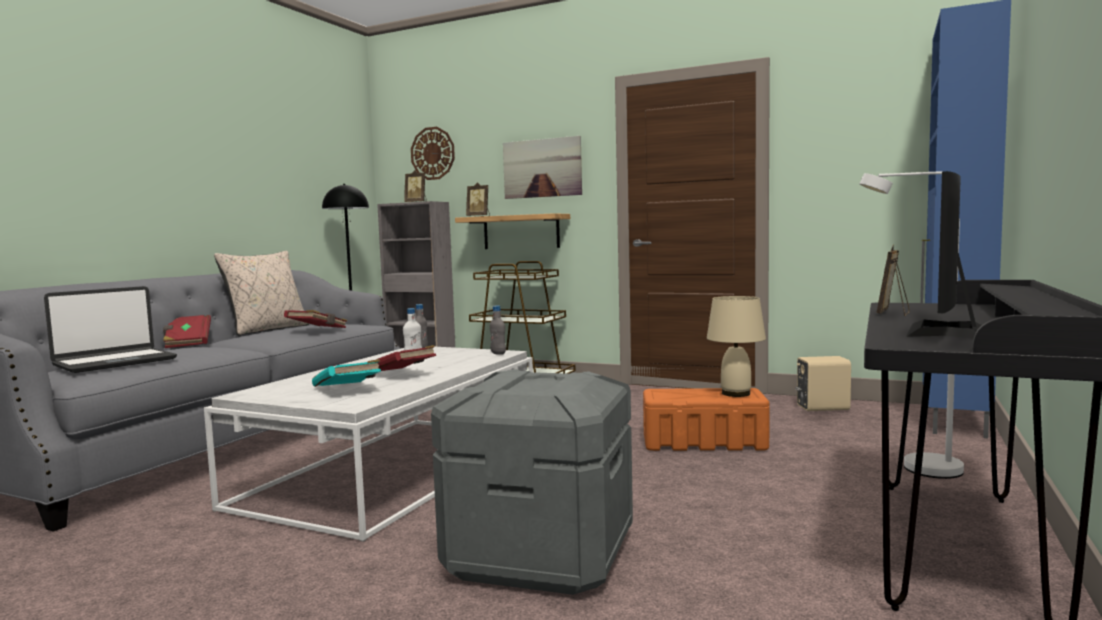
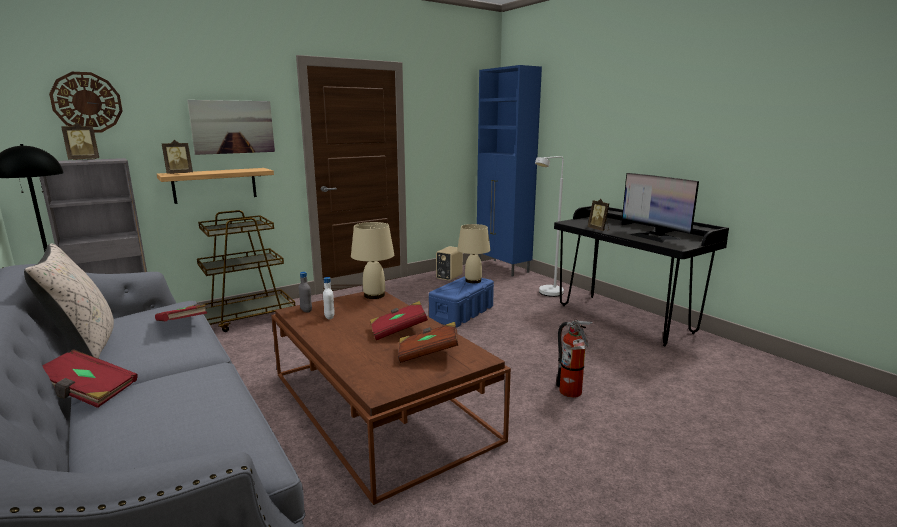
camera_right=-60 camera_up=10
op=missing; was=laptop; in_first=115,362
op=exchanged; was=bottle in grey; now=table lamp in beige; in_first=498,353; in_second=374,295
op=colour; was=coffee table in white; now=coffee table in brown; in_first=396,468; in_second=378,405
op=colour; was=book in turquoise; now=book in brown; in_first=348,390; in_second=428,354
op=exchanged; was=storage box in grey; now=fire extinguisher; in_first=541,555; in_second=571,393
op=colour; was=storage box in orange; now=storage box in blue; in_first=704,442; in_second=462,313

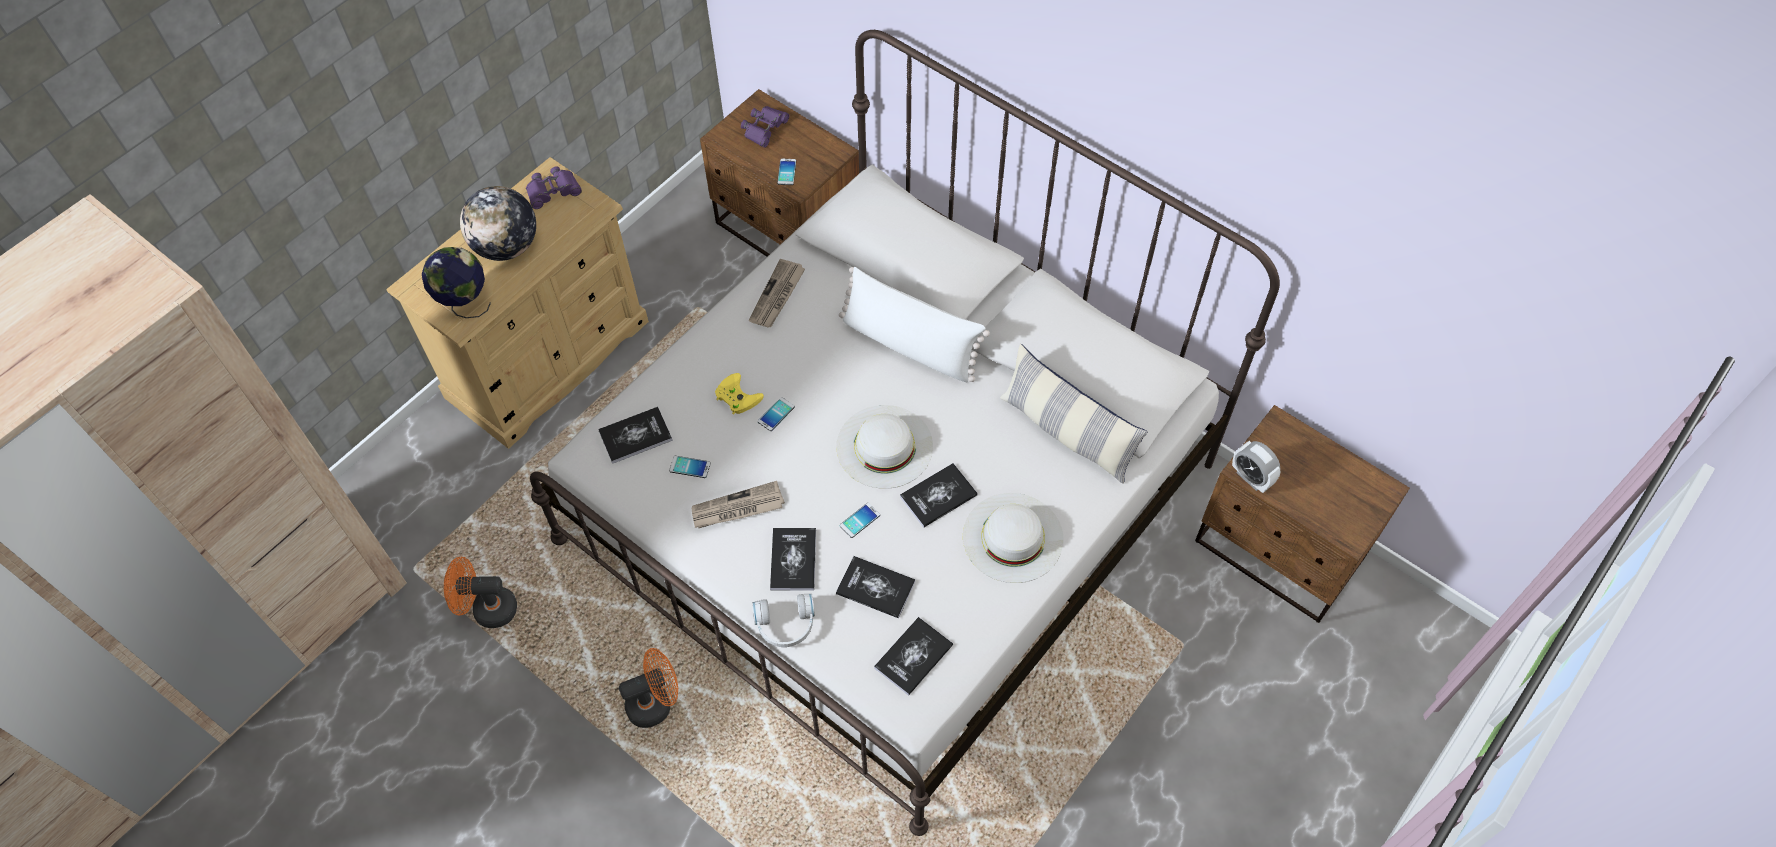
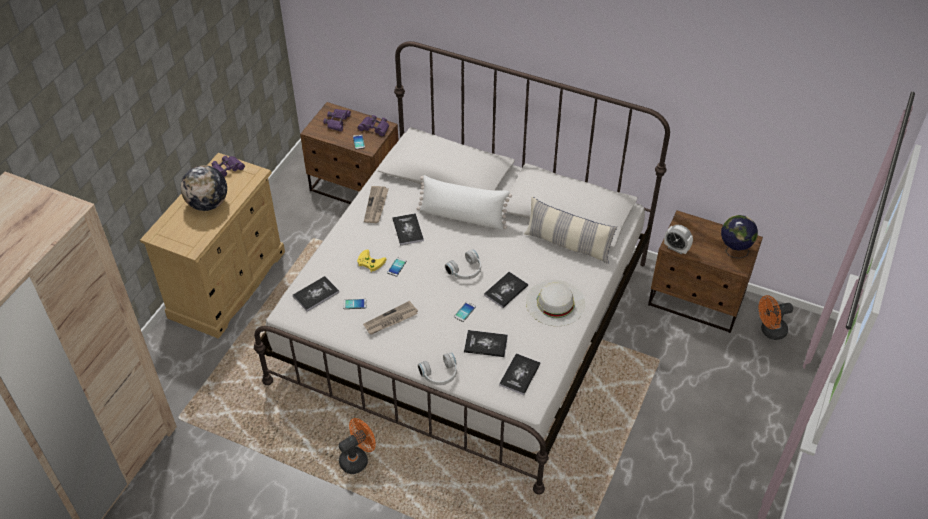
camera_right=-15 camera_up=-10
op=relocated; was=globe; in_first=465,304; in_second=734,251
op=exchanged; was=hat in white; now=headphones in white; in_first=884,446; in_second=466,271
op=relocated; was=book; in_first=793,560; in_second=408,230
op=relocated; was=fan in orange; in_first=487,609; in_second=769,331
op=appeared; now=binoculars in purple; in_second=374,128

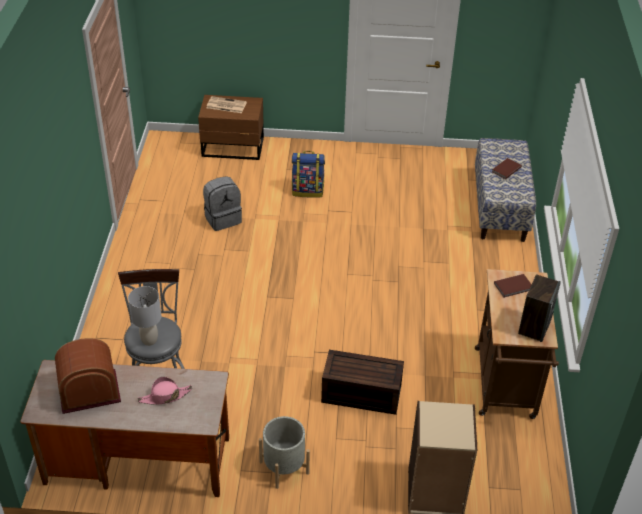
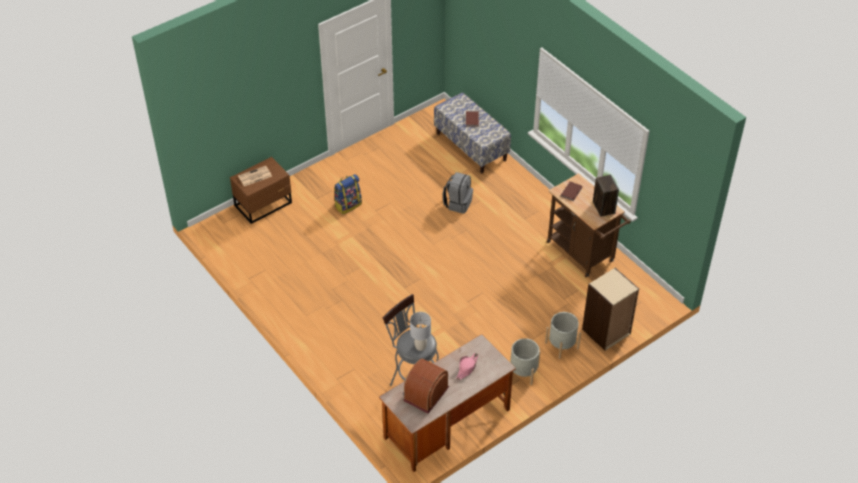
camera_right=-40 camera_up=5
op=relocated; was=backpack in grey; in_first=222,218; in_second=458,203
op=missing; was=storage box in brown; in_first=360,394
op=appeared; now=planter in grey; in_second=561,345

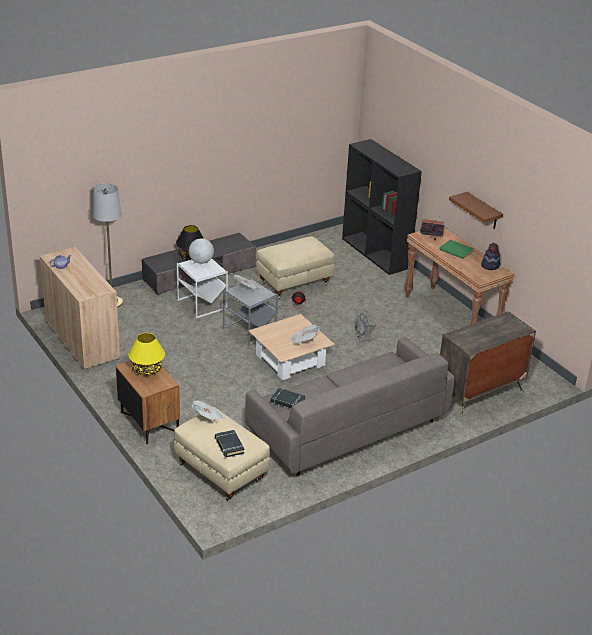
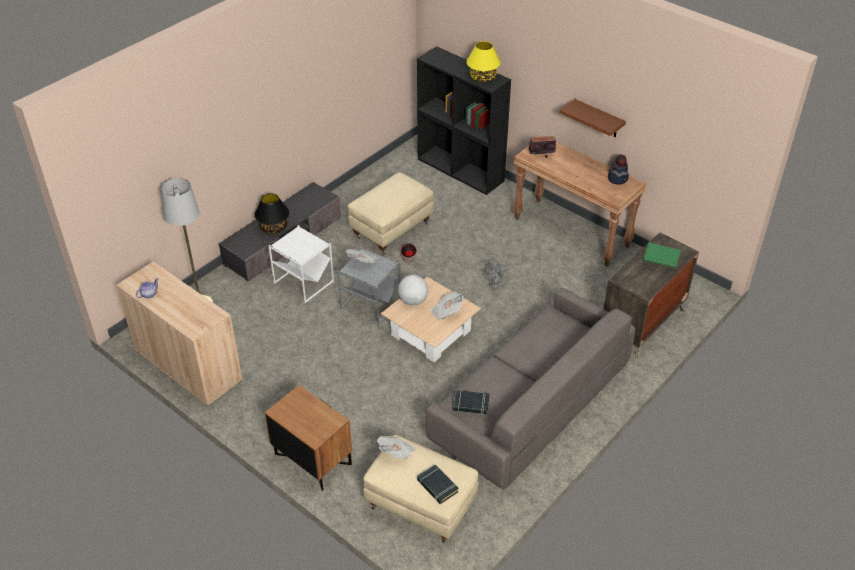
camera_right=-15 camera_up=10
op=relocated; was=globe; in_first=201,261; in_second=413,301
op=relocated; was=book in green; in_first=456,250; in_second=661,256
op=relocated; was=table lamp in yellow; in_first=147,370; in_second=482,78

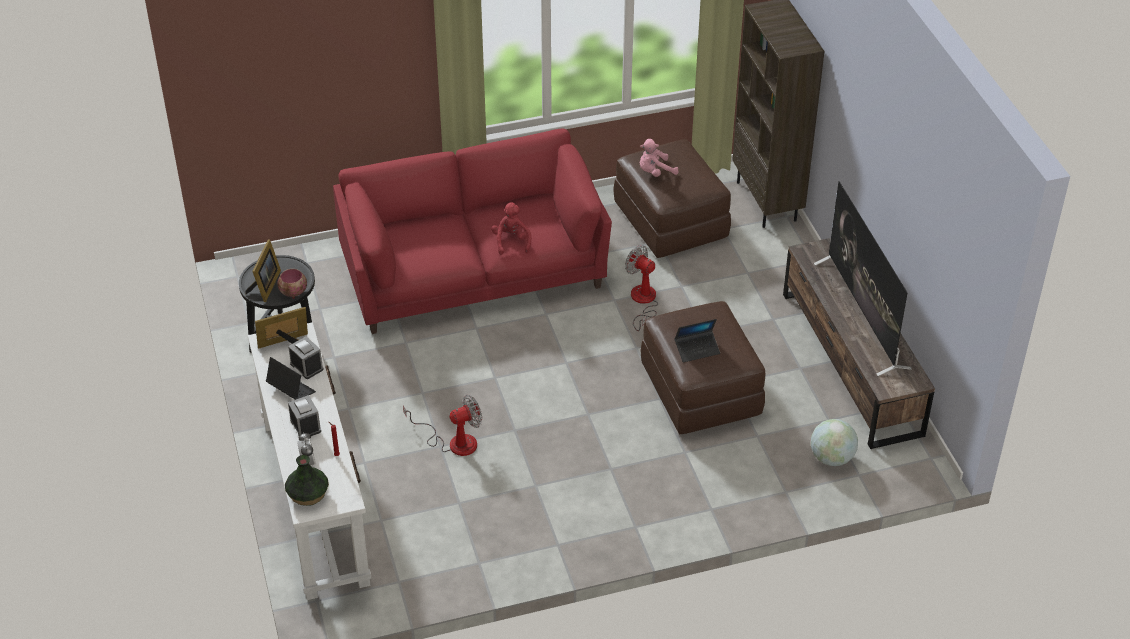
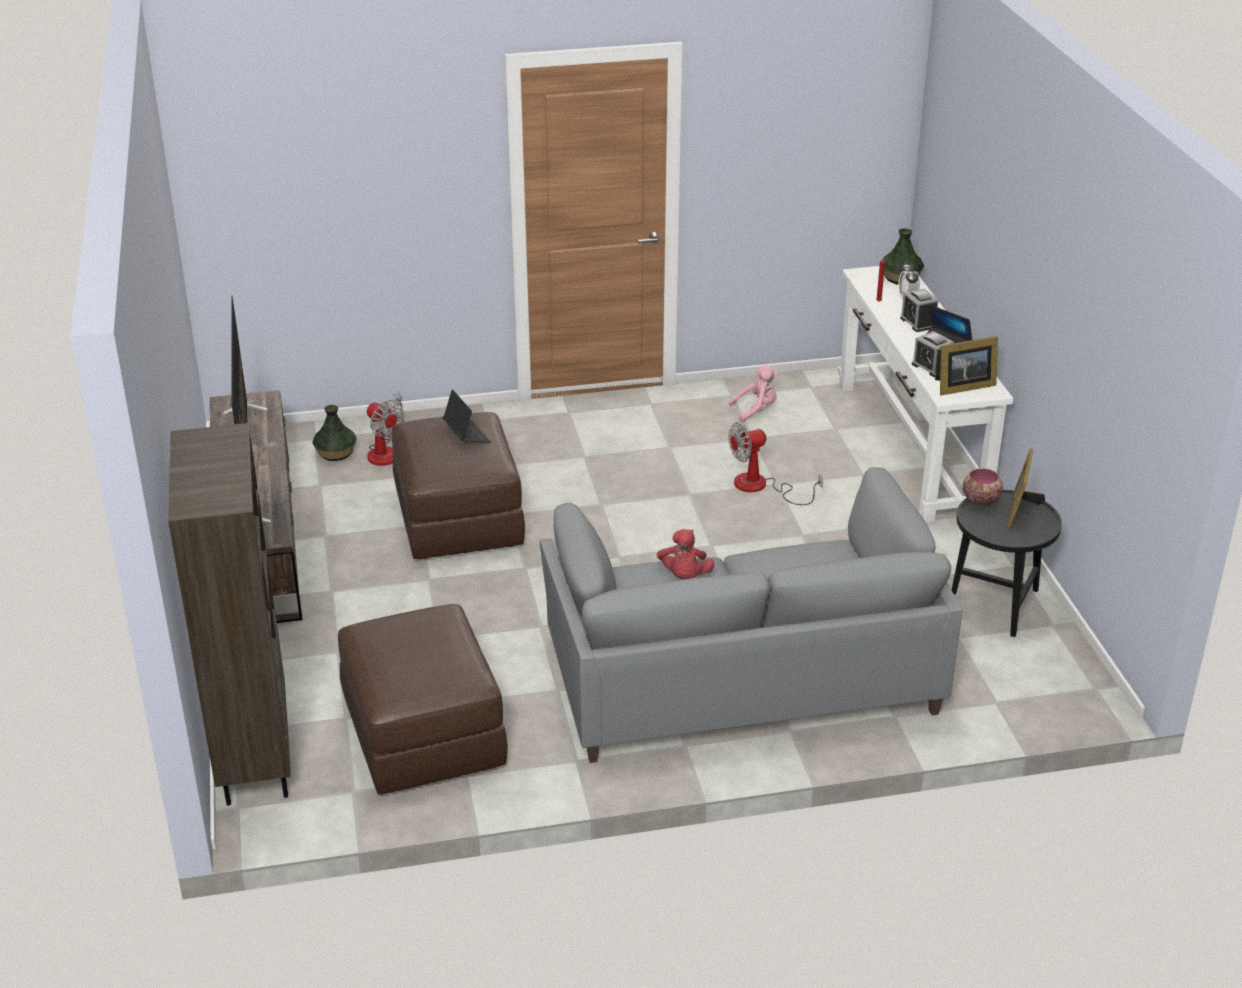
camera_right=-175 camera_up=-10
op=colour; was=sofa in red; now=sofa in grey; in_first=472,271; in_second=741,676
op=relocated; was=plush toy in pink; in_first=655,172; in_second=756,410
op=relocated; was=fan; in_first=643,301; in_second=386,450
op=spun; was=laptop; in_first=697,349; in_second=466,435; clockwise=75
op=exchanged; was=globe; now=vase; in_first=832,458; in_second=336,453

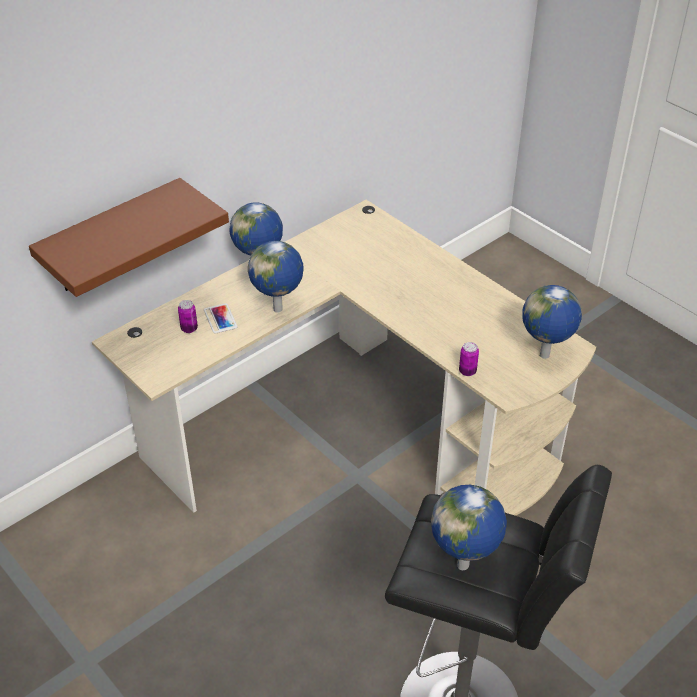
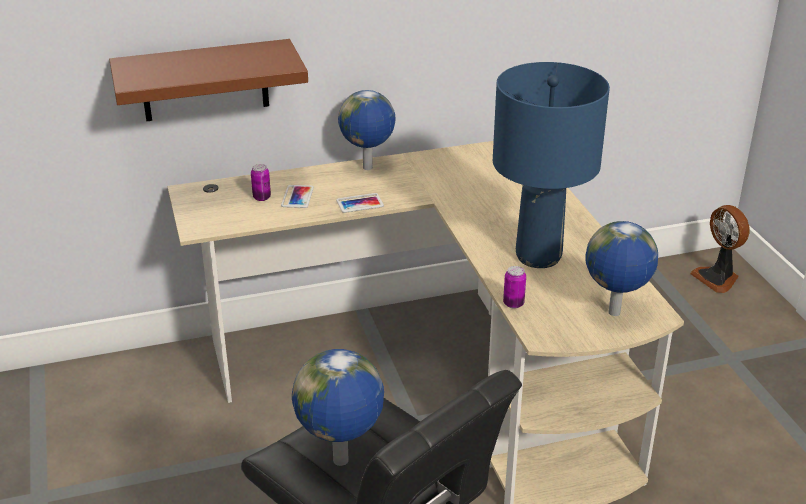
camera_right=25 camera_up=-10
op=exchanged; was=globe; now=phone; in_first=279,309; in_second=360,203
op=appeared; now=table lamp in blue; in_second=538,257
op=appeared; now=fan; in_second=717,278

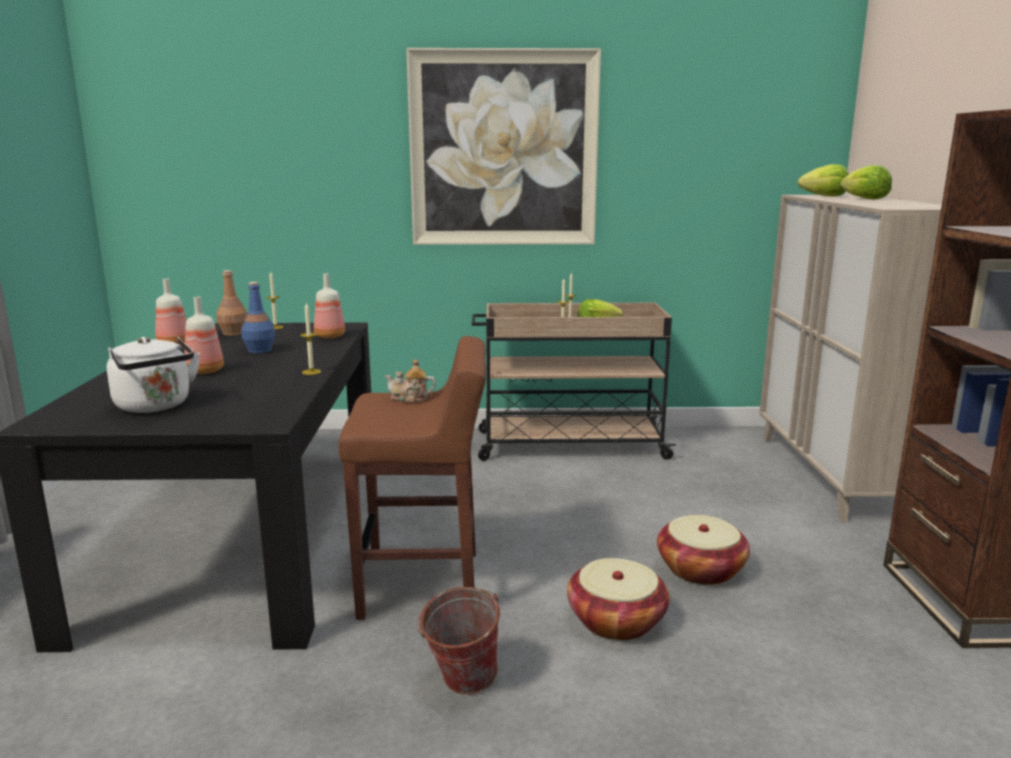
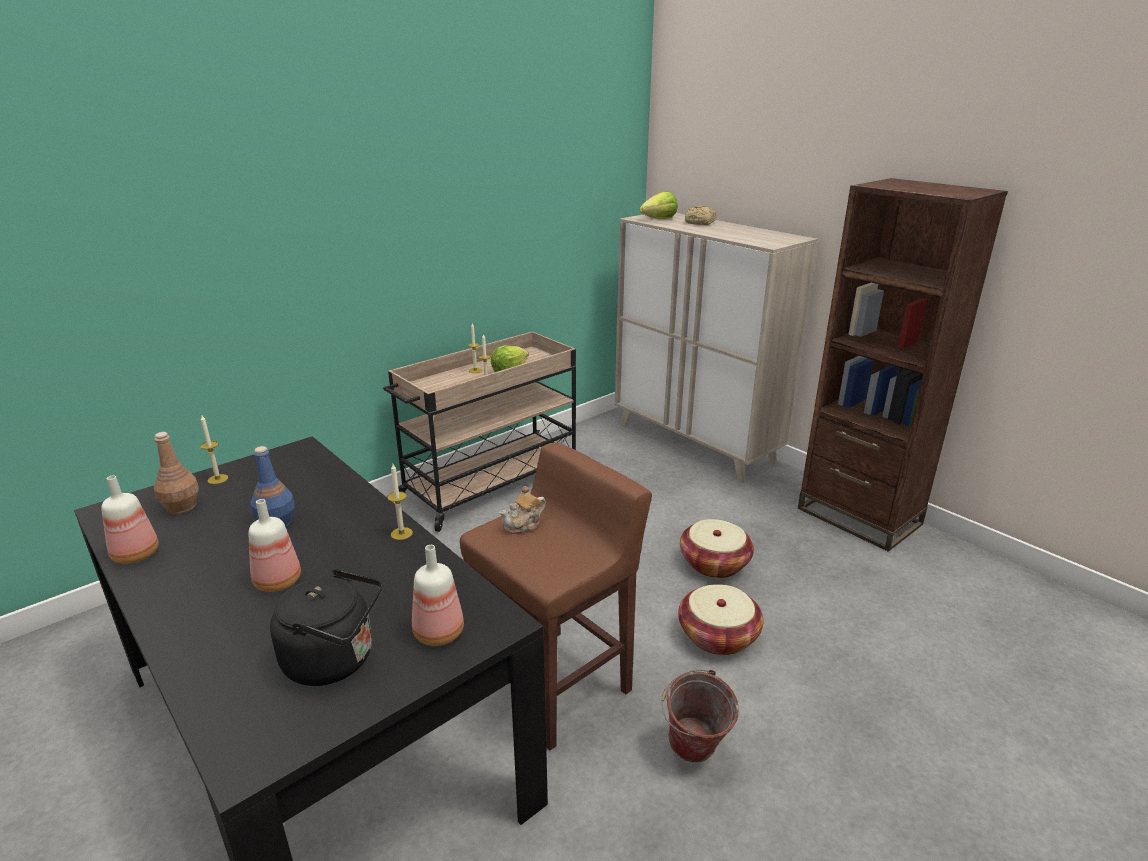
camera_right=-40 camera_up=10
op=missing; was=picture; in_first=503,149
op=exchanged; was=lettuce; now=bread; in_first=864,199; in_second=700,223
op=relocated; was=bottle; in_first=329,336; in_second=440,634
op=colour; was=kettle in white; now=kettle in black; in_first=156,406; in_second=335,660

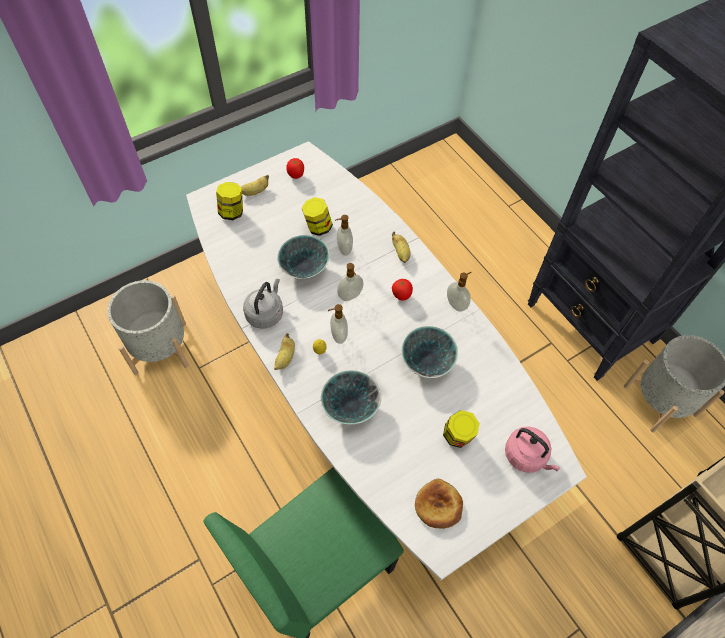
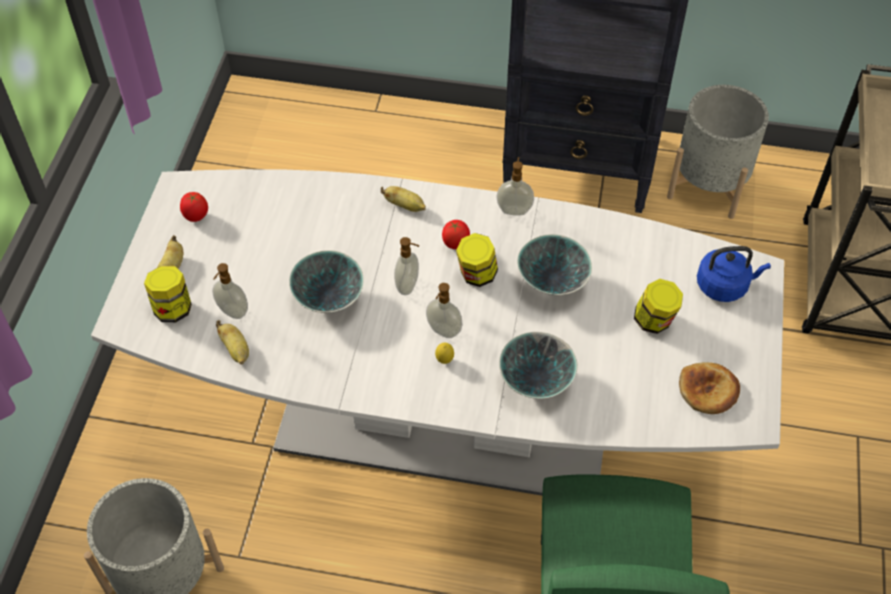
camera_right=-45 camera_up=-5
op=relocated; was=jar; in_first=318,227; in_second=476,275
op=relocated; was=soap dispenser; in_first=344,249; in_second=232,312
op=missing; was=kettle in grey; in_first=265,313
op=relocated; was=banana; in_first=285,358; in_second=236,350
op=colour; was=kettle in pink; now=kettle in blue; in_first=527,456; in_second=724,286

